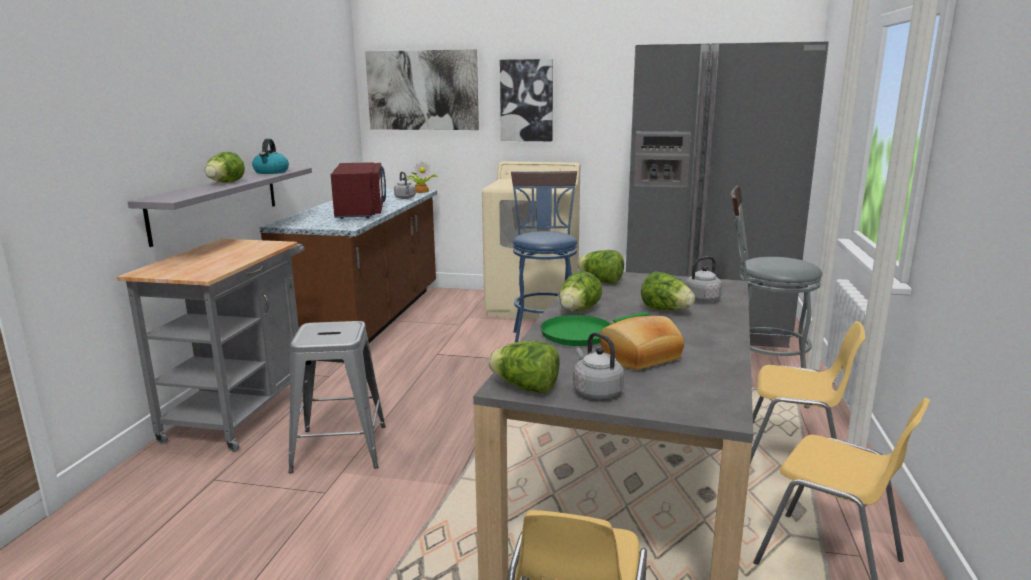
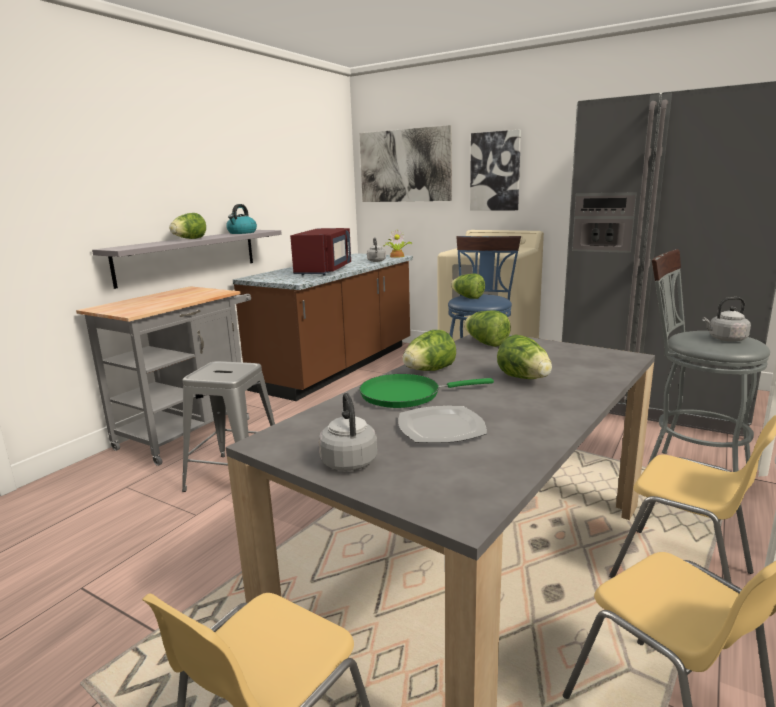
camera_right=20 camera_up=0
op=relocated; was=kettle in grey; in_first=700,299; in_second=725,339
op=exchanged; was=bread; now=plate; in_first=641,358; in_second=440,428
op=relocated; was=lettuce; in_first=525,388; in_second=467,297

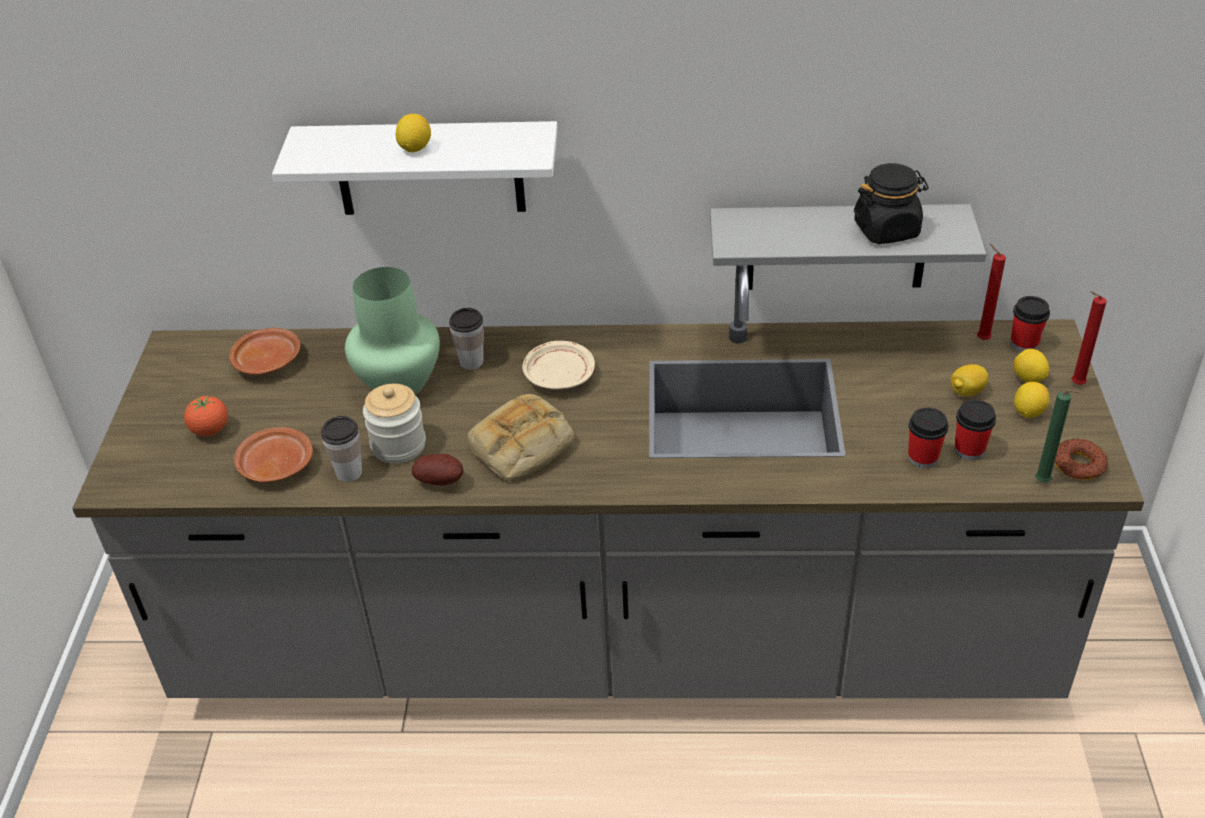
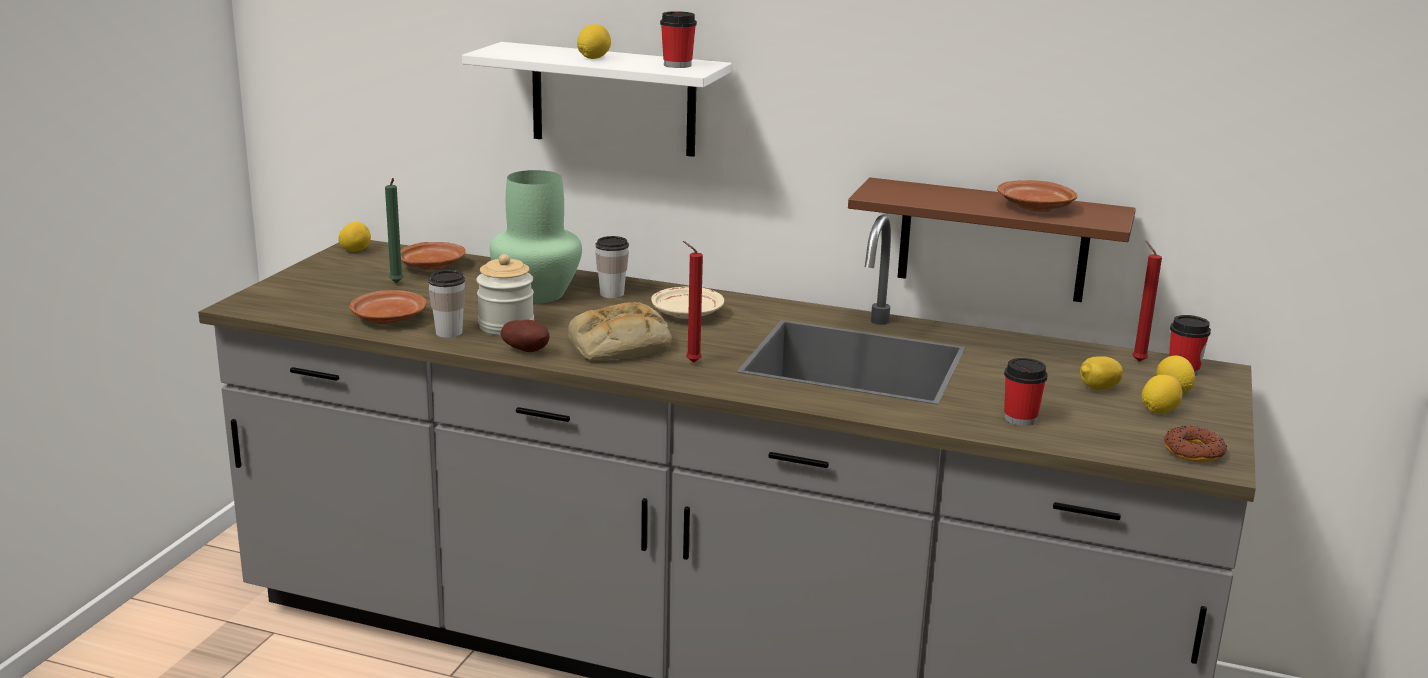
camera_right=15 camera_up=-20
op=exchanged; was=jar in black; now=plate in brown; in_first=887,230; in_second=1035,207
op=colour; was=shelf in grey; now=shelf in brown; in_first=835,247; in_second=993,240
op=relocated; was=candle in red; in_first=1075,385; in_second=691,362
op=relocated; was=candle in green; in_first=1044,483; in_second=397,283
op=missing; was=tomato; in_first=210,430
op=relocated; was=cup; in_first=969,450; in_second=677,65
op=appeared; now=lemon; in_second=355,250

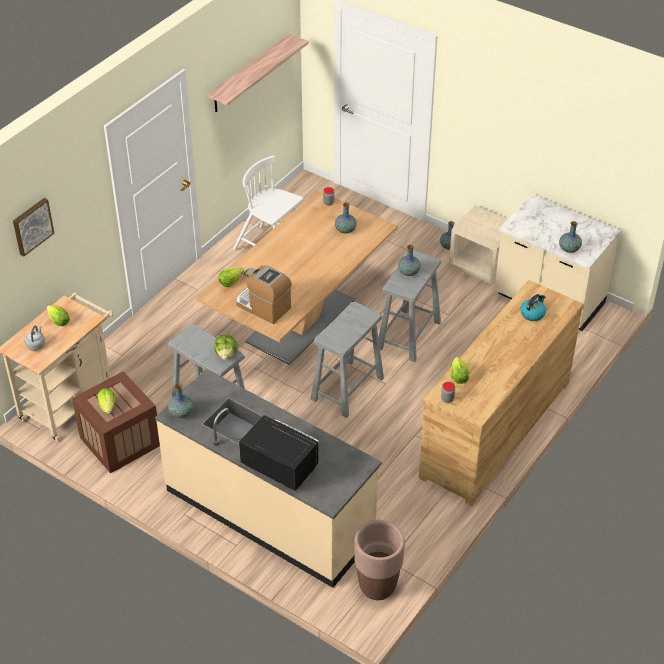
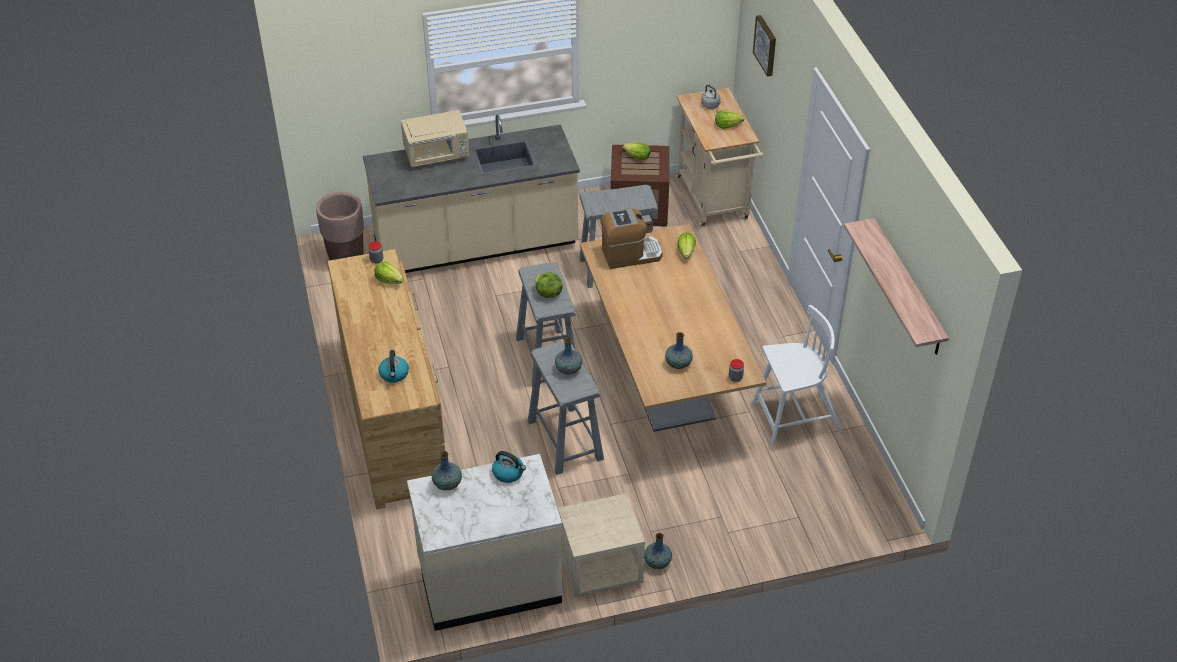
camera_right=130 camera_up=0
op=relocated; was=lettuce; in_first=226,355; in_second=548,294
op=missing; was=vase; in_first=181,413
op=colour; was=microwave in black; now=microwave in beige; in_first=279,466; in_second=437,155
op=appeared; now=kettle; in_second=509,473

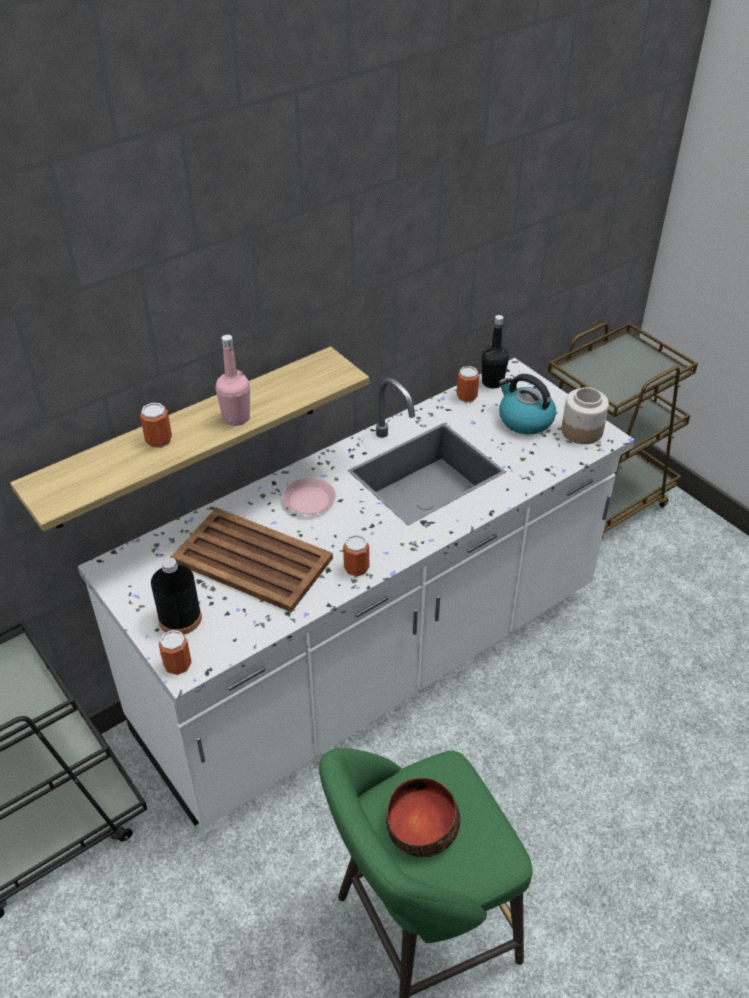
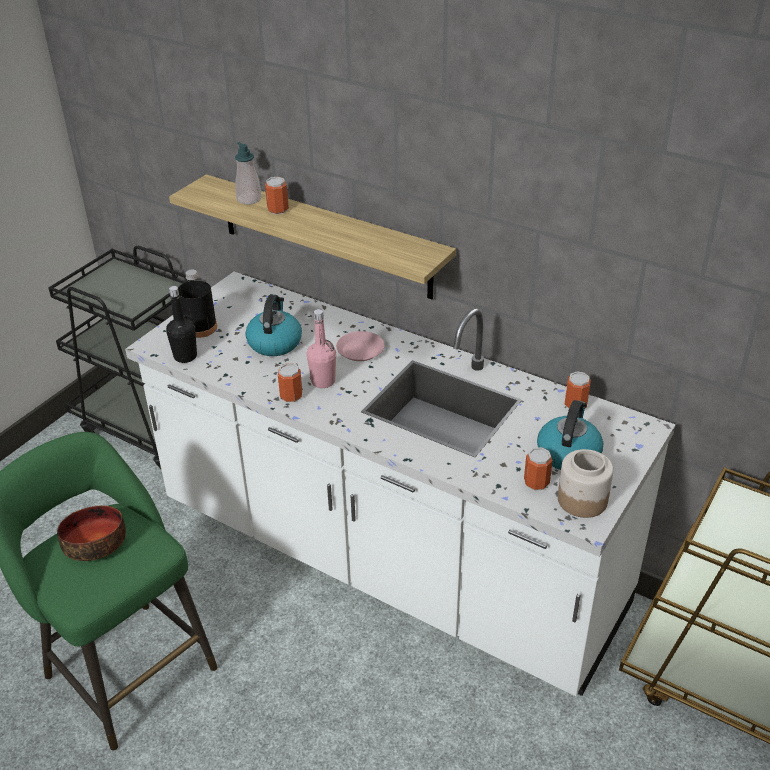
camera_right=70 camera_up=-5
op=relocated; was=bottle in black; in_first=492,382; in_second=185,356
op=relocated; was=bottle in pink; in_first=236,418; in_second=323,381
op=exchanged; was=tray in brown; now=kettle; in_first=253,561; in_second=274,342
op=relocated; was=can; in_first=177,665; in_second=536,483
op=appeared; now=soap dispenser; in_second=249,199

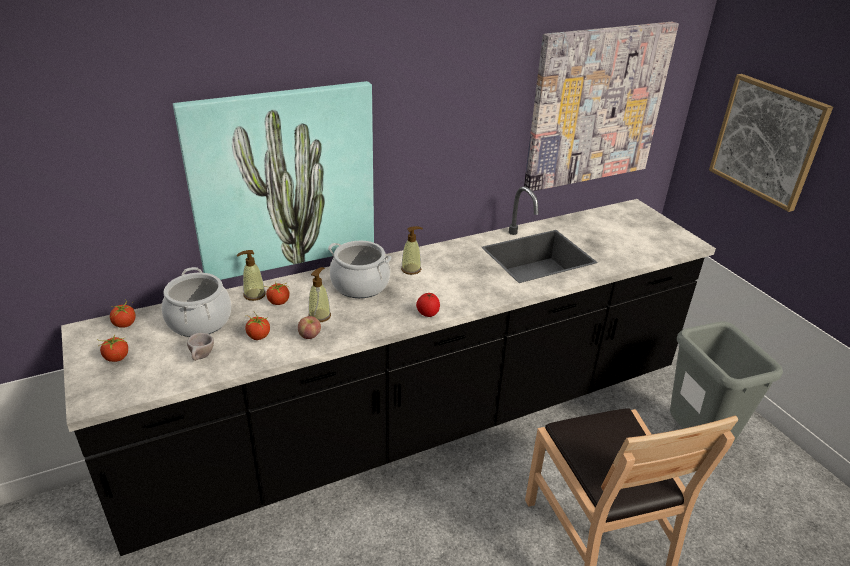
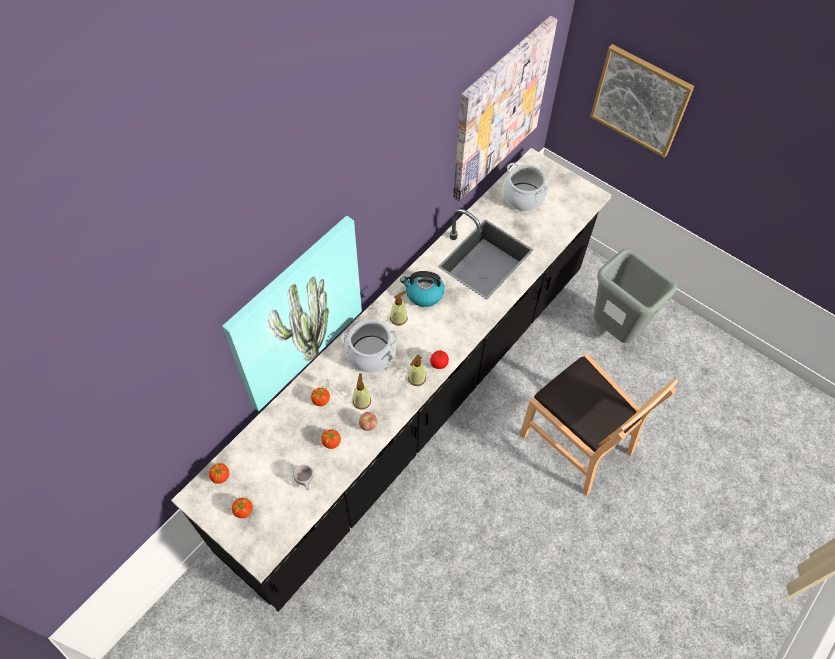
camera_right=-25 camera_up=25
op=relocated; was=soap dispenser; in_first=254,295; in_second=416,378
op=relocated; was=cooking pot; in_first=199,321; in_second=523,197
op=appeared; now=kettle; in_second=423,294

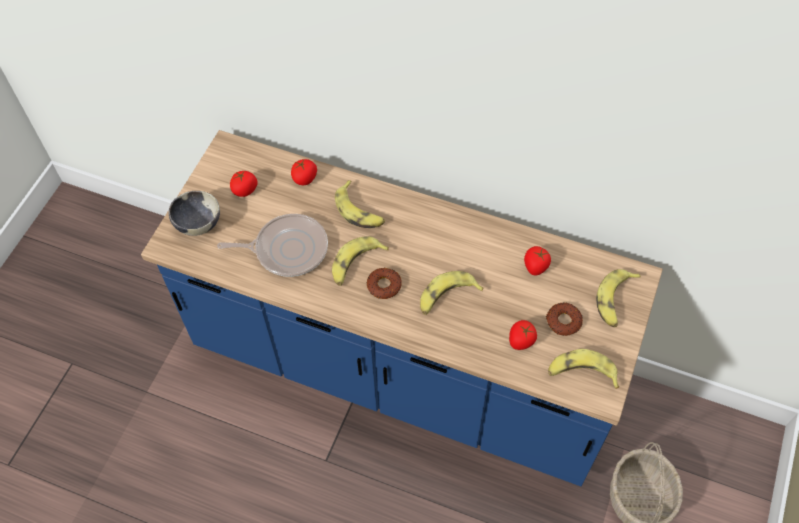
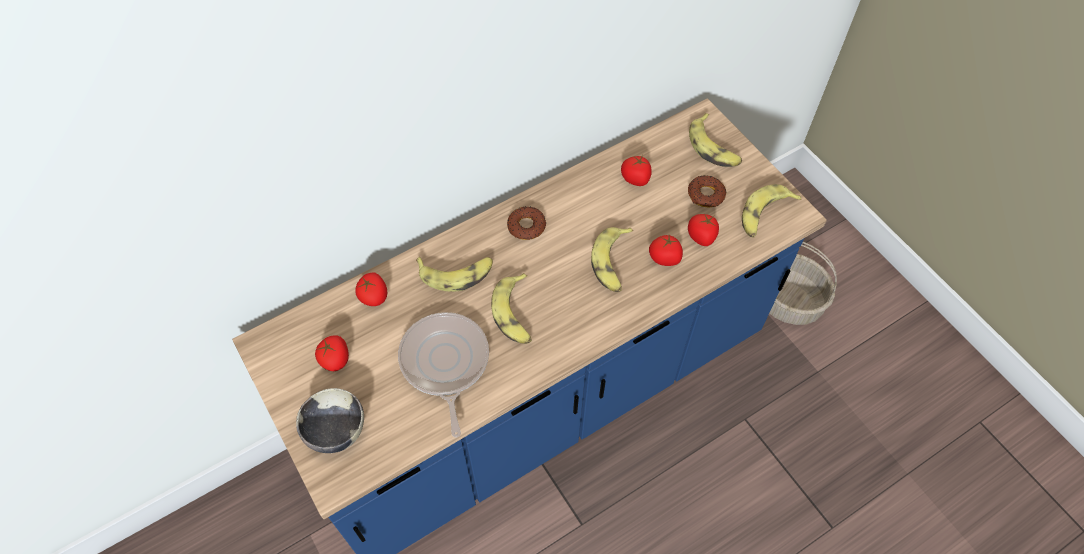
camera_right=-55 camera_up=0
op=spun; was=frying pan; in_first=287,249; in_second=445,363; clockwise=-45
op=relocated; was=donut; in_first=384,285; in_second=526,226
op=appeared; now=tomato; in_second=665,258

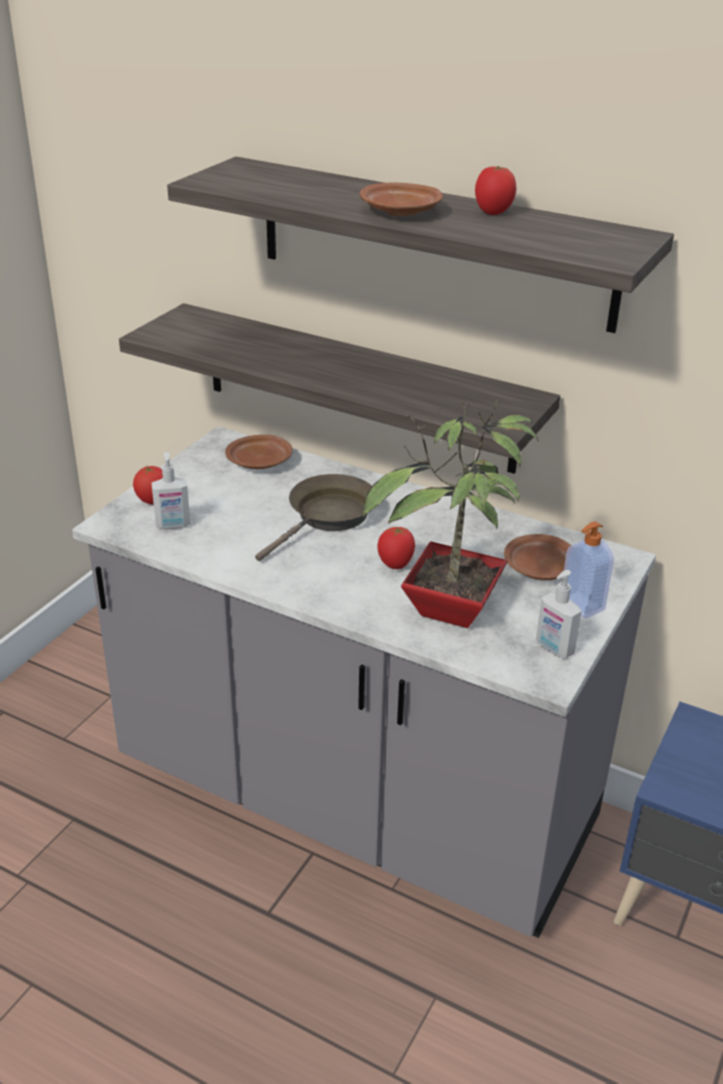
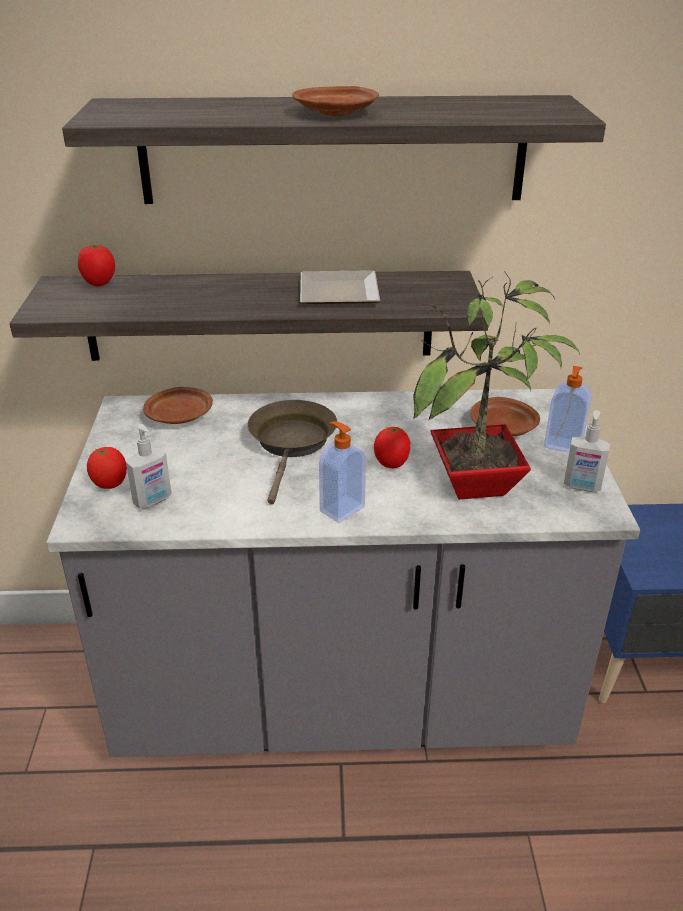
camera_right=-30 camera_up=0
op=relocated; was=tomato; in_first=493,213; in_second=99,284
op=appeared; now=plate; in_second=341,291
op=appeared; now=soap dispenser; in_second=341,508

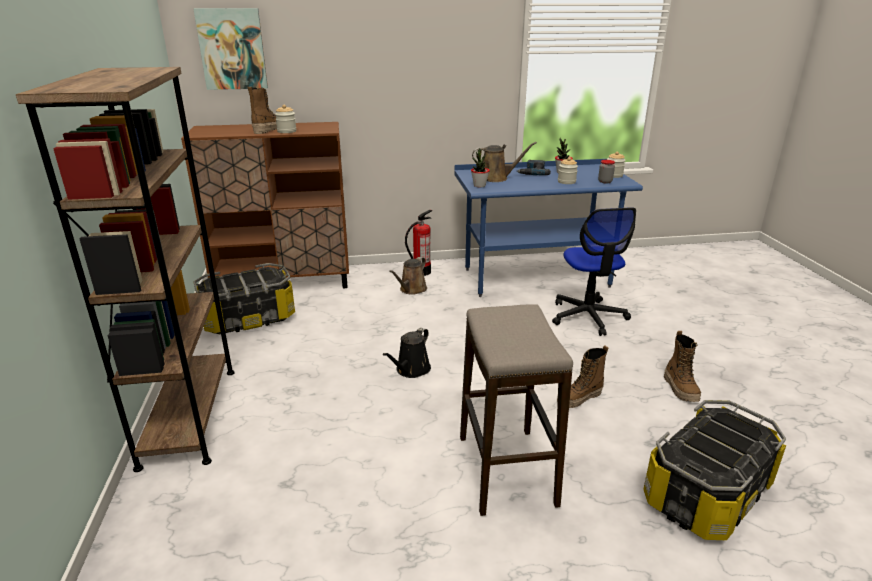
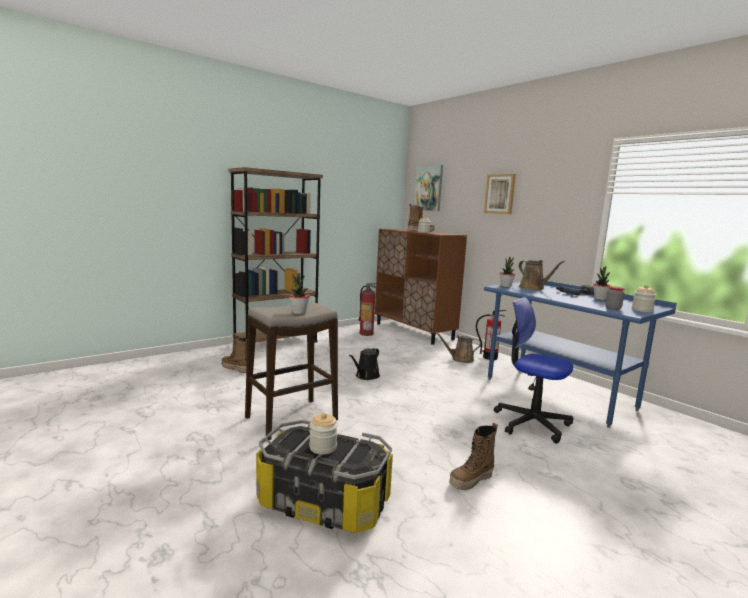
camera_right=60 camera_up=-15
op=relocated; was=jar; in_first=566,182; in_second=323,447
op=spun; was=office chair; in_first=588,316; in_second=531,423; clockwise=75
op=exchanged; was=storage box; now=fire extinguisher; in_first=248,318; in_second=366,333
op=spun; was=watering can in black; in_first=411,370; in_second=366,376; clockwise=-60
op=relocated; was=boot; in_first=579,398; in_second=236,368
op=appeared; now=picture; in_second=500,194
op=appeared; now=potted plant; in_second=299,312

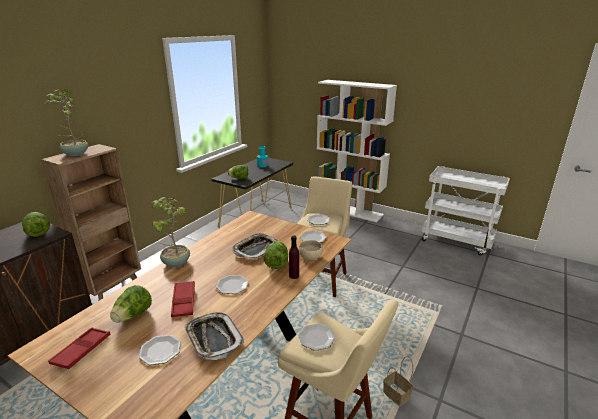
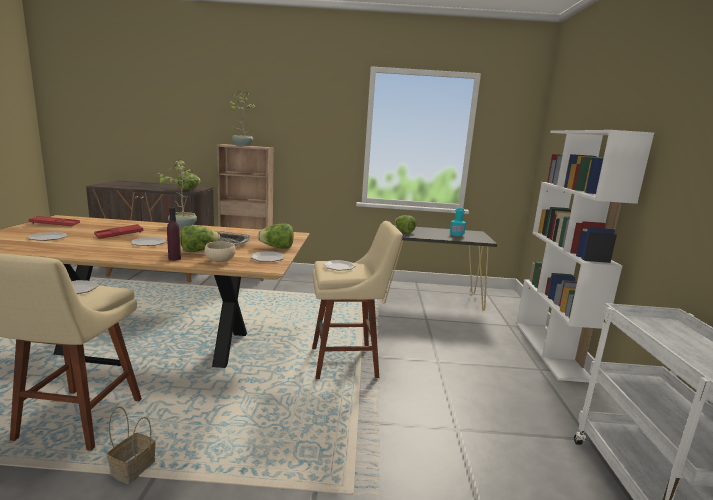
camera_right=60 camera_up=-10
op=relocated; was=lettuce; in_first=133,315; in_second=277,247
op=missing; was=tray; in_first=213,338

